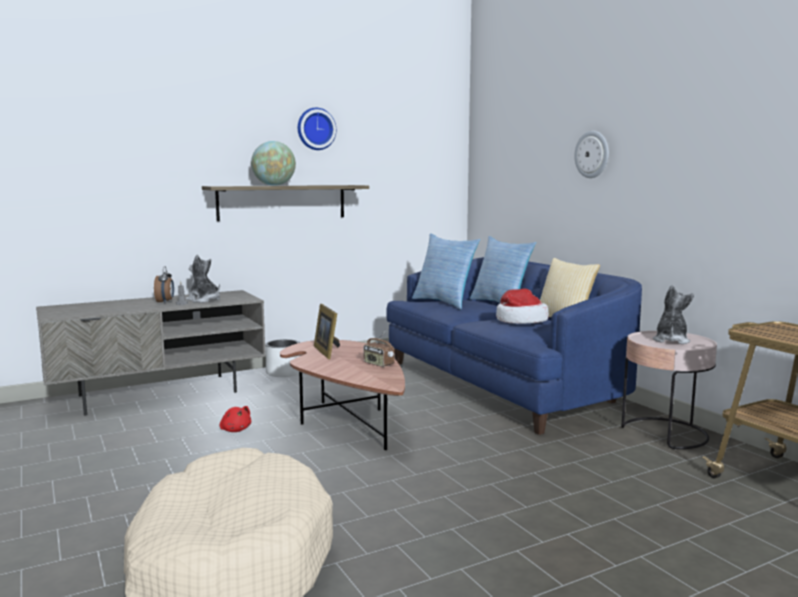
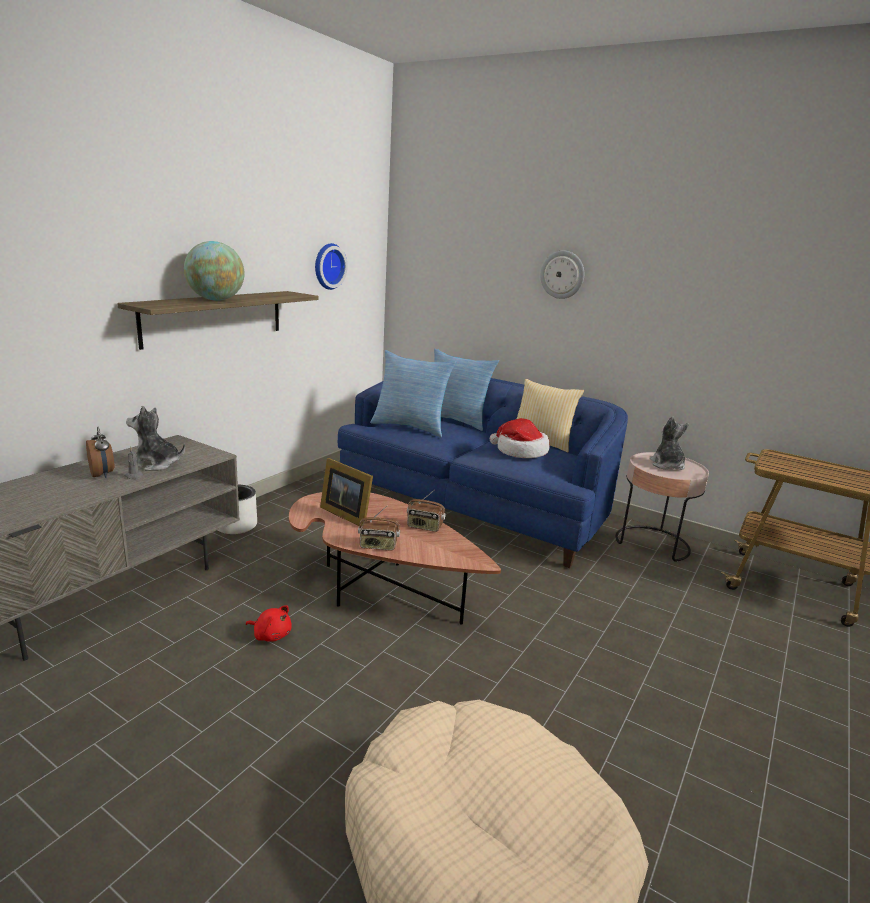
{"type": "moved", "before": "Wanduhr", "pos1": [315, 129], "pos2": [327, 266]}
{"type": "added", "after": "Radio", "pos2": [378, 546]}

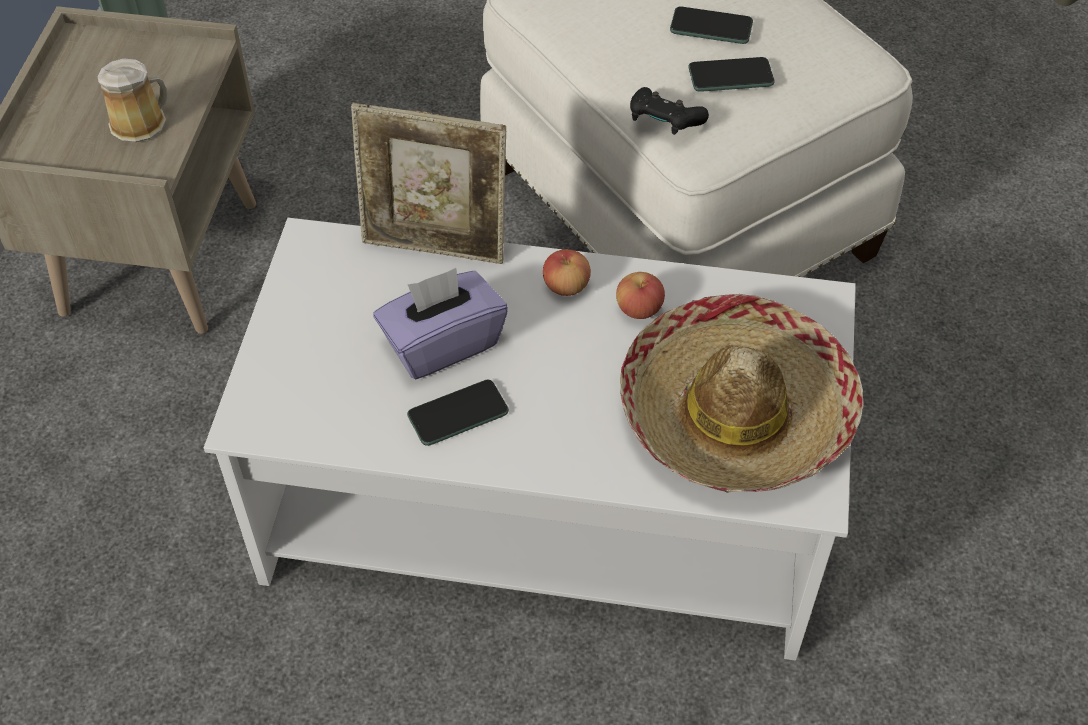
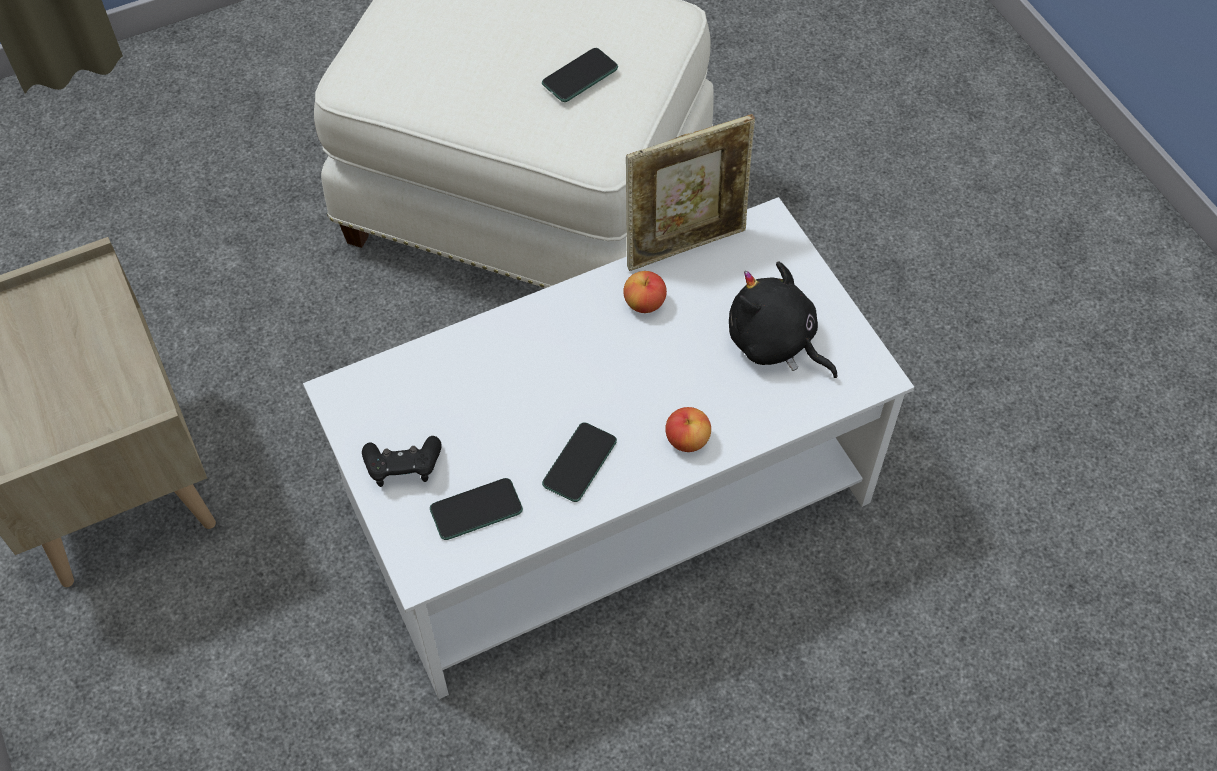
{"type": "moved", "before": "Gamepad/schwarz", "pos1": [664, 123], "pos2": [403, 468]}
{"type": "moved", "before": "Handy", "pos1": [711, 27], "pos2": [476, 510]}
{"type": "moved", "before": "Bilderrahmen", "pos1": [435, 247], "pos2": [685, 244]}
{"type": "moved", "before": "Apfel", "pos1": [566, 286], "pos2": [687, 440]}
{"type": "replaced", "before": "Hut", "after": "Plüschtier/schwarz", "pos1": [736, 412], "pos2": [775, 343]}
{"type": "removed", "before": "Henkelbecher", "pos1": [141, 122]}
{"type": "removed", "before": "Taschentuchbox/lila", "pos1": [442, 343]}

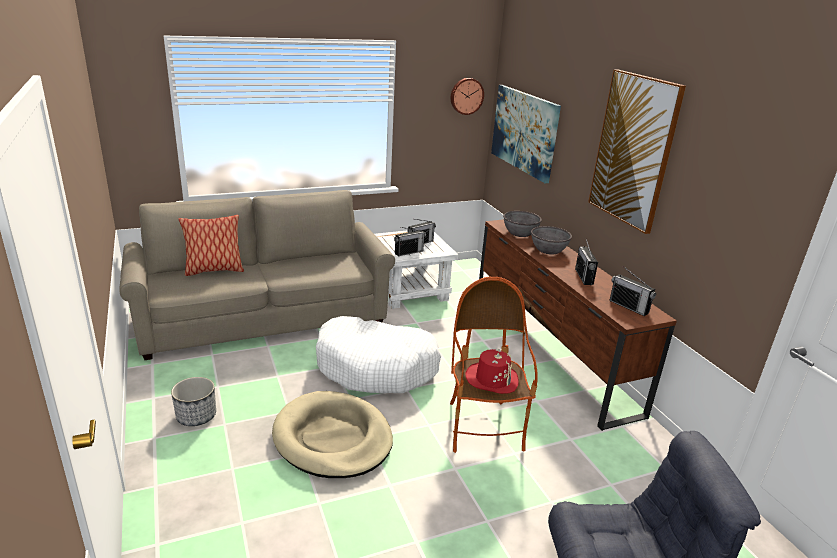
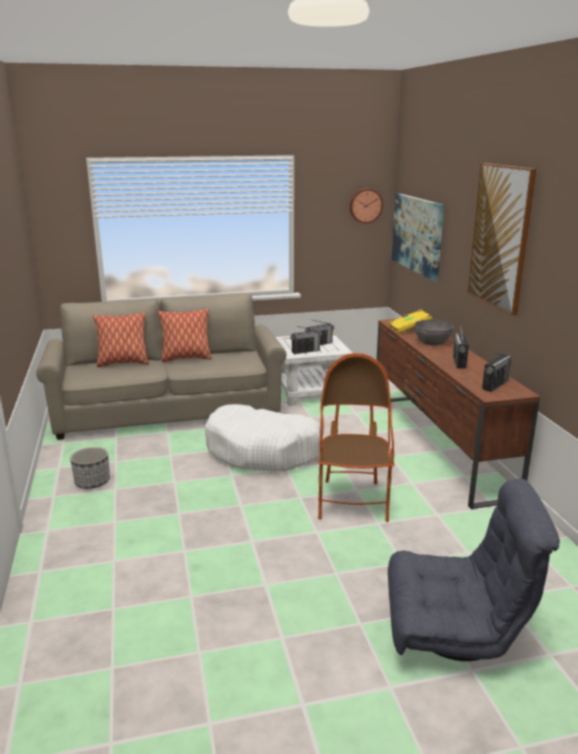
{"type": "added", "after": "Kissen", "pos2": [186, 358]}
{"type": "replaced", "before": "Schüssel/grau", "after": "Buch/gelb", "pos1": [520, 233], "pos2": [409, 329]}
{"type": "turned", "before": "Radio", "pos1": [629, 307], "pos2": [495, 385], "turn": -105}
{"type": "removed", "before": "Hundebett/beige", "pos1": [333, 438]}
{"type": "removed", "before": "Hut/rot", "pos1": [492, 379]}

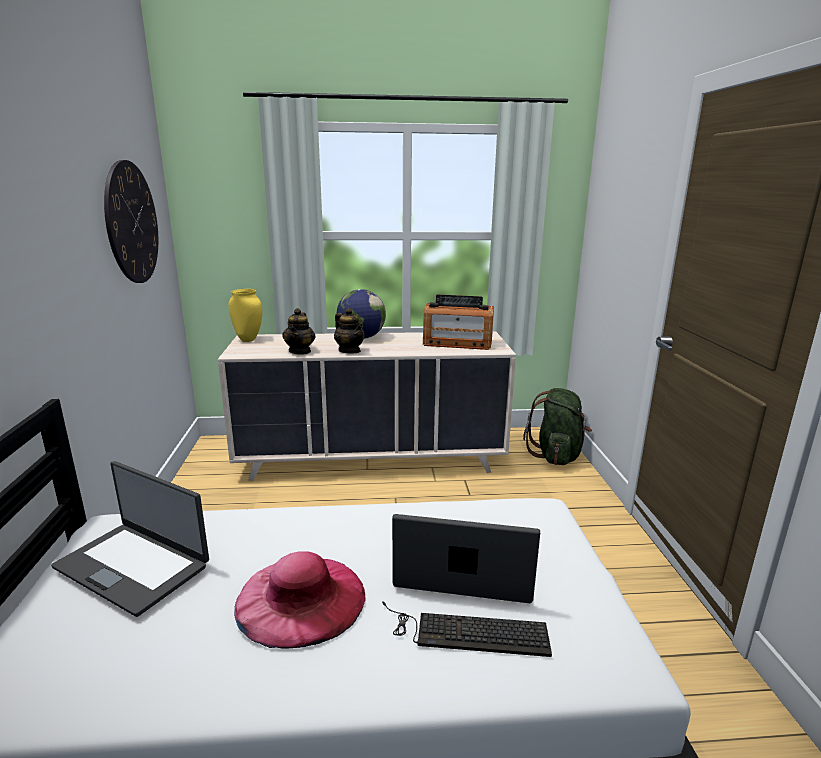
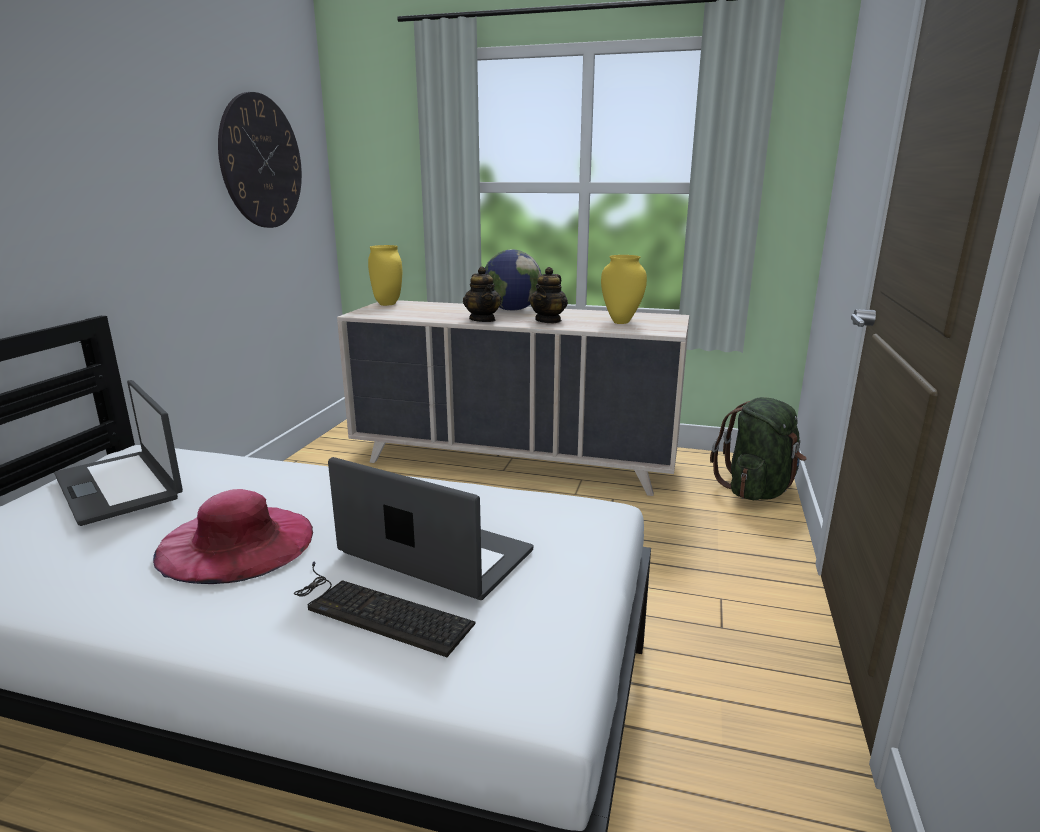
{"type": "moved", "before": "Teekanne", "pos1": [300, 351], "pos2": [548, 320]}
{"type": "replaced", "before": "Radio", "after": "Vase/gelb", "pos1": [457, 343], "pos2": [621, 322]}

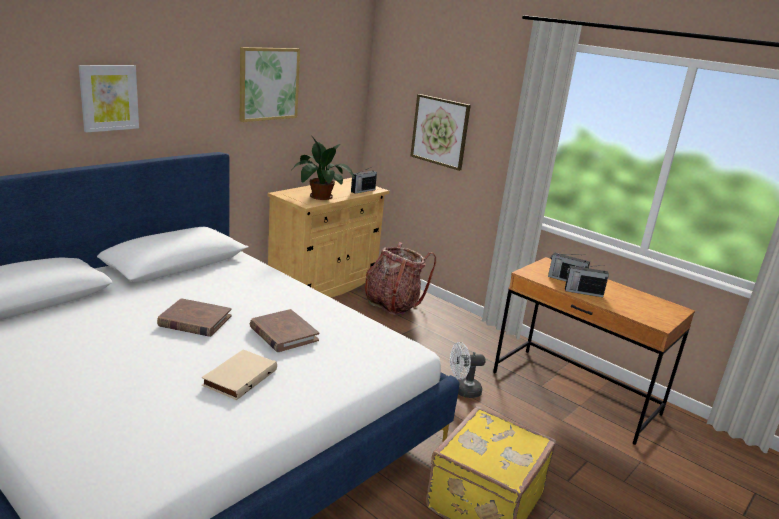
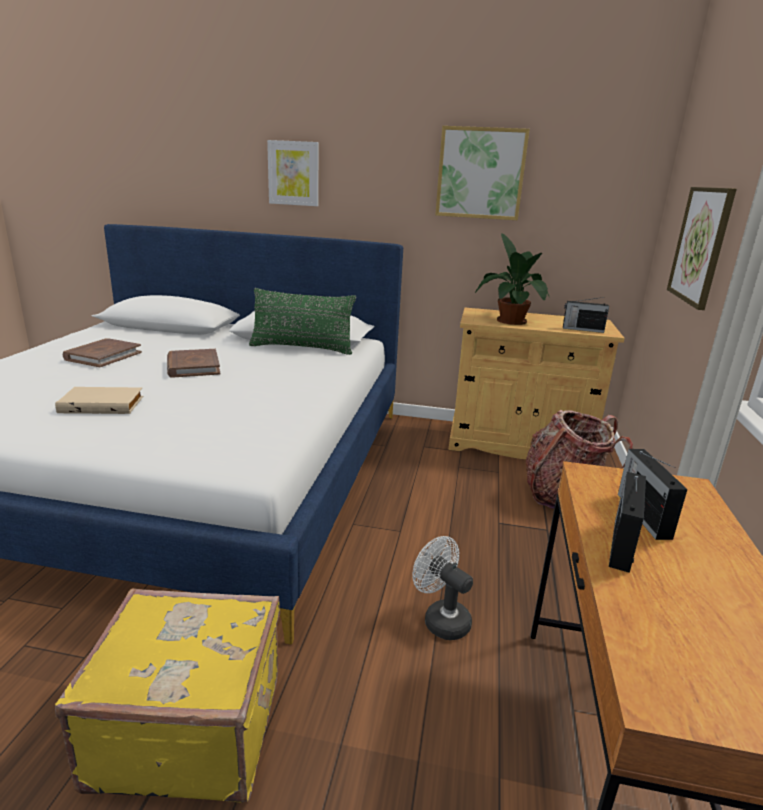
{"type": "moved", "before": "Buch/braun", "pos1": [283, 334], "pos2": [103, 356]}
{"type": "added", "after": "Kissen/grün", "pos2": [302, 348]}
{"type": "turned", "before": "Radio", "pos1": [582, 292], "pos2": [622, 543], "turn": 45}

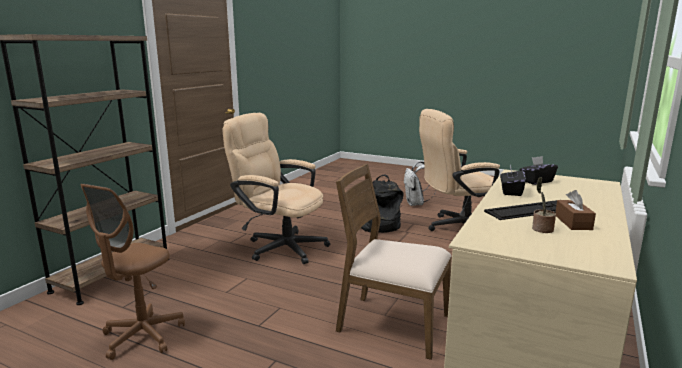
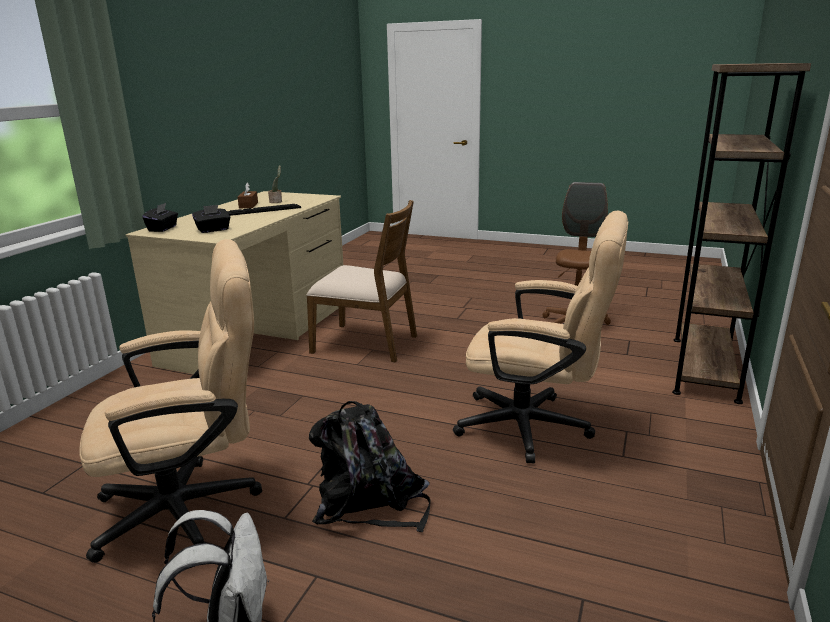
{"type": "moved", "before": "Taschentuchbox/schwarz", "pos1": [511, 191], "pos2": [163, 228]}

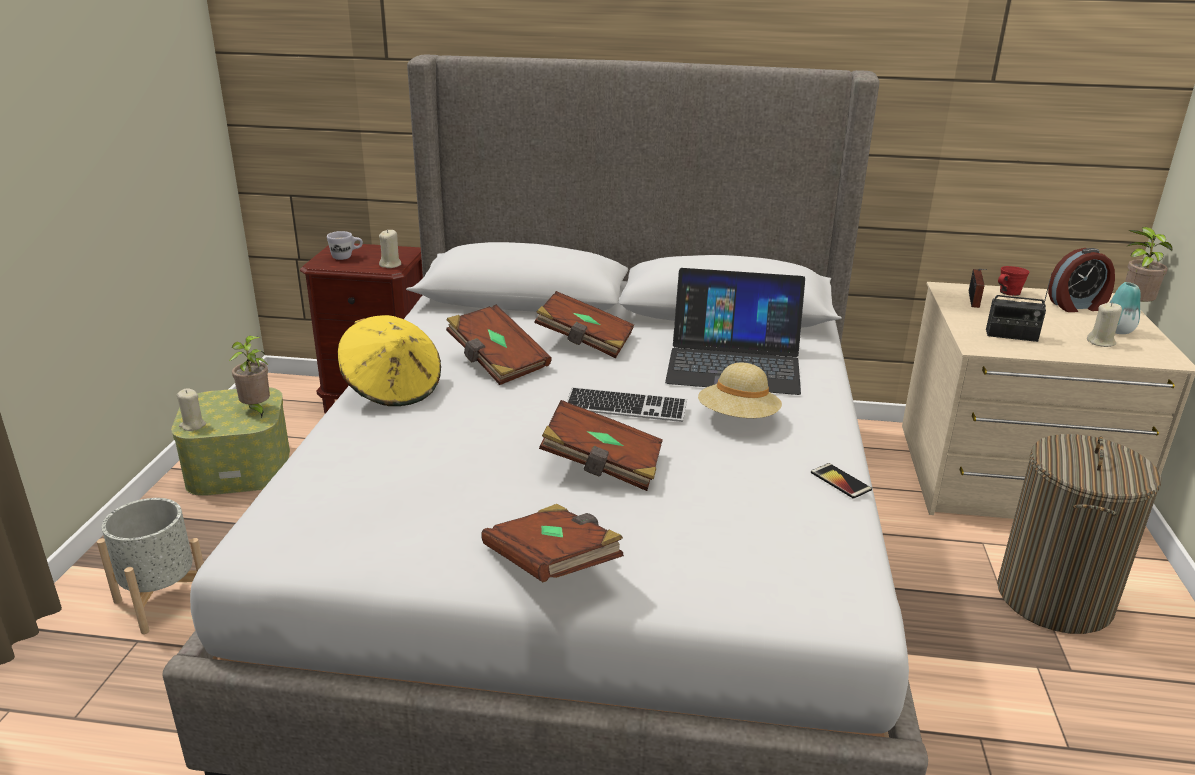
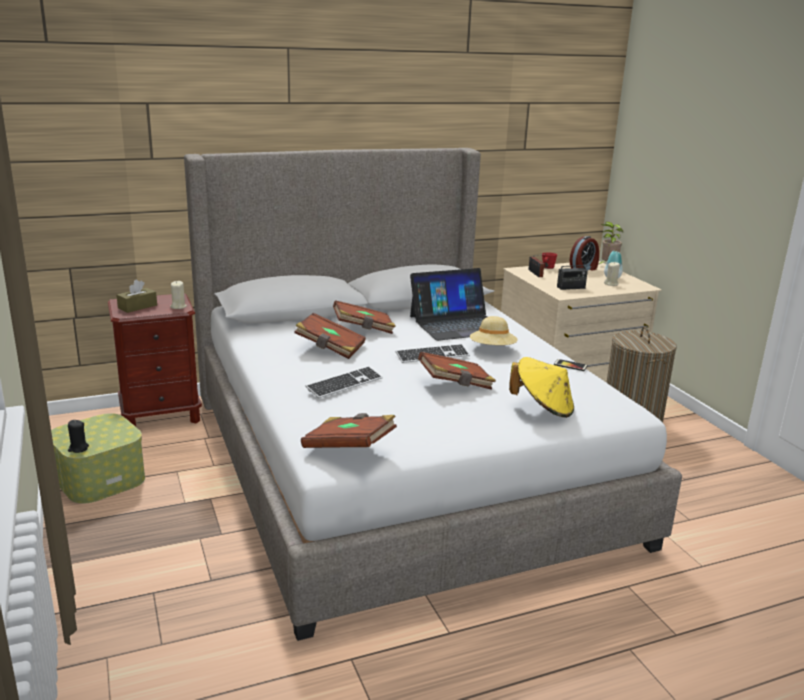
{"type": "recoloured", "before": "Kerze/beige", "after": "Kerze/schwarz", "pos1": [193, 425], "pos2": [78, 448]}
{"type": "replaced", "before": "Henkelbecher/weiß", "after": "Taschentuchbox/braun", "pos1": [346, 257], "pos2": [137, 307]}
{"type": "moved", "before": "Buch/braun", "pos1": [553, 565], "pos2": [349, 447]}
{"type": "added", "after": "Tastatur", "pos2": [344, 384]}
{"type": "moved", "before": "Hut/gelb", "pos1": [393, 389], "pos2": [542, 408]}
{"type": "removed", "before": "Pflanzkübel/grau", "pos1": [162, 601]}
{"type": "removed", "before": "Topfpflanze", "pos1": [256, 410]}

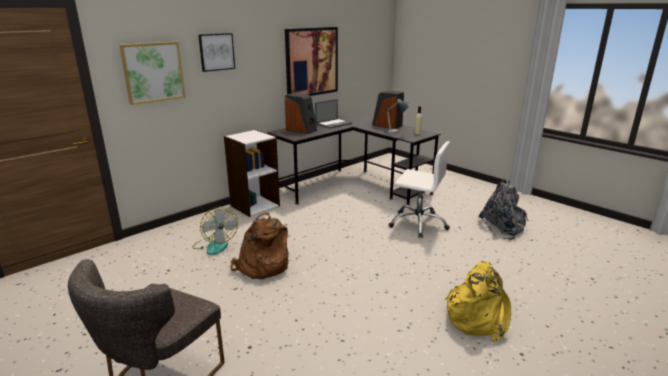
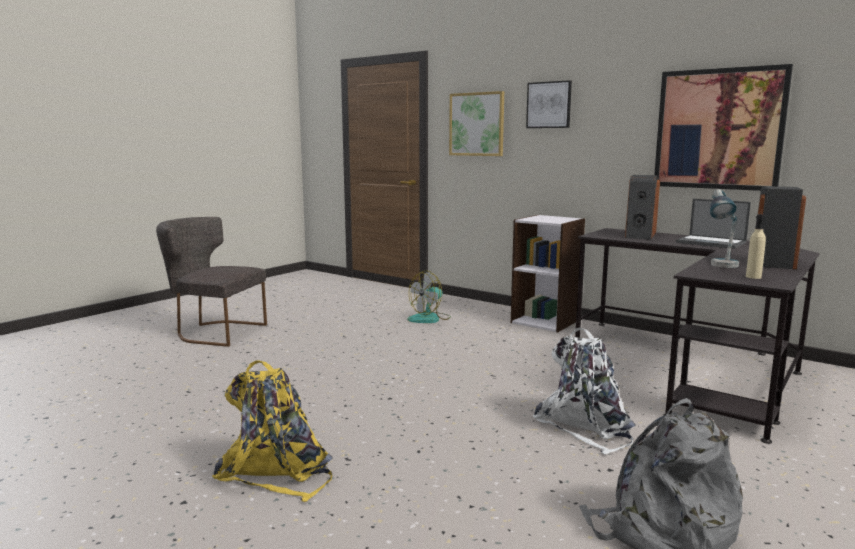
{"type": "replaced", "before": "Bürostuhl/weiß", "after": "Rucksack/weiß", "pos1": [418, 224], "pos2": [587, 426]}
{"type": "removed", "before": "Rucksack/braun", "pos1": [261, 266]}

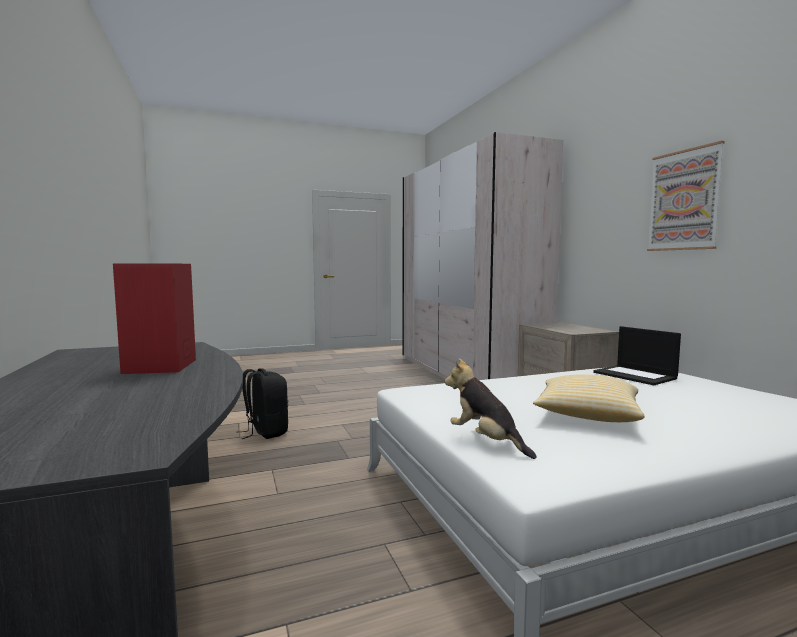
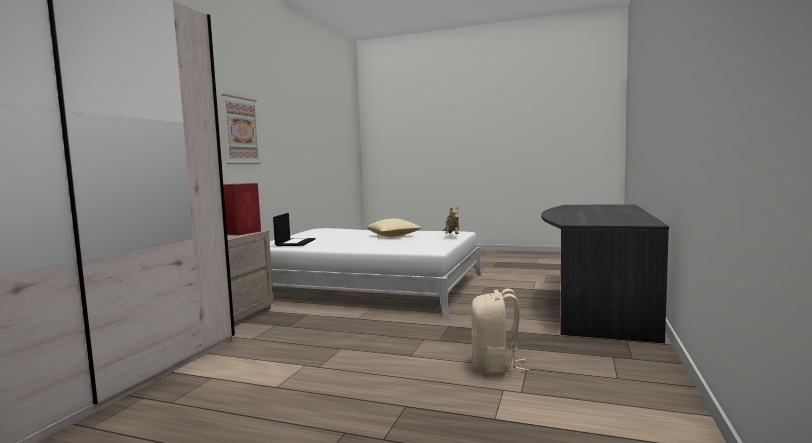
{"type": "moved", "before": "Lautsprecher/rot", "pos1": [160, 367], "pos2": [242, 232]}
{"type": "recoloured", "before": "Rucksack/schwarz", "after": "Rucksack/beige", "pos1": [265, 432], "pos2": [495, 366]}

